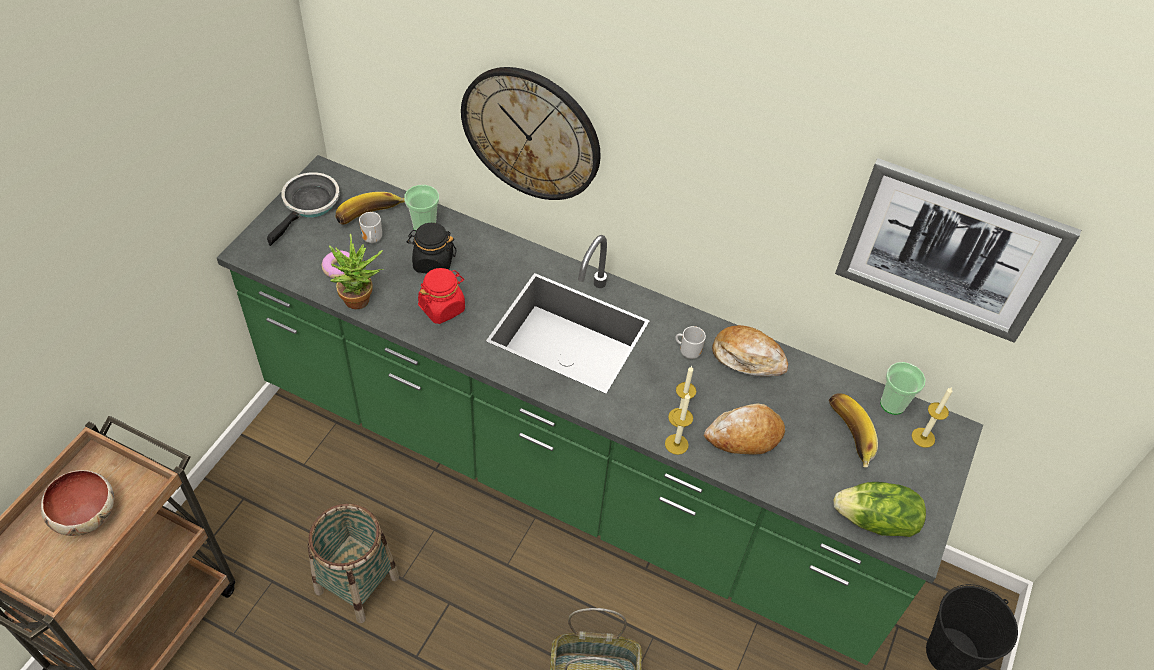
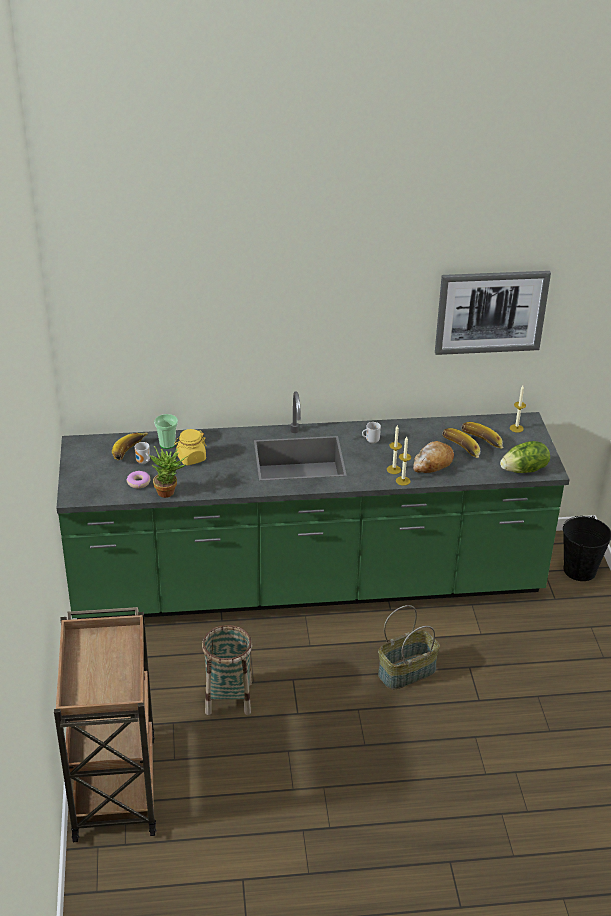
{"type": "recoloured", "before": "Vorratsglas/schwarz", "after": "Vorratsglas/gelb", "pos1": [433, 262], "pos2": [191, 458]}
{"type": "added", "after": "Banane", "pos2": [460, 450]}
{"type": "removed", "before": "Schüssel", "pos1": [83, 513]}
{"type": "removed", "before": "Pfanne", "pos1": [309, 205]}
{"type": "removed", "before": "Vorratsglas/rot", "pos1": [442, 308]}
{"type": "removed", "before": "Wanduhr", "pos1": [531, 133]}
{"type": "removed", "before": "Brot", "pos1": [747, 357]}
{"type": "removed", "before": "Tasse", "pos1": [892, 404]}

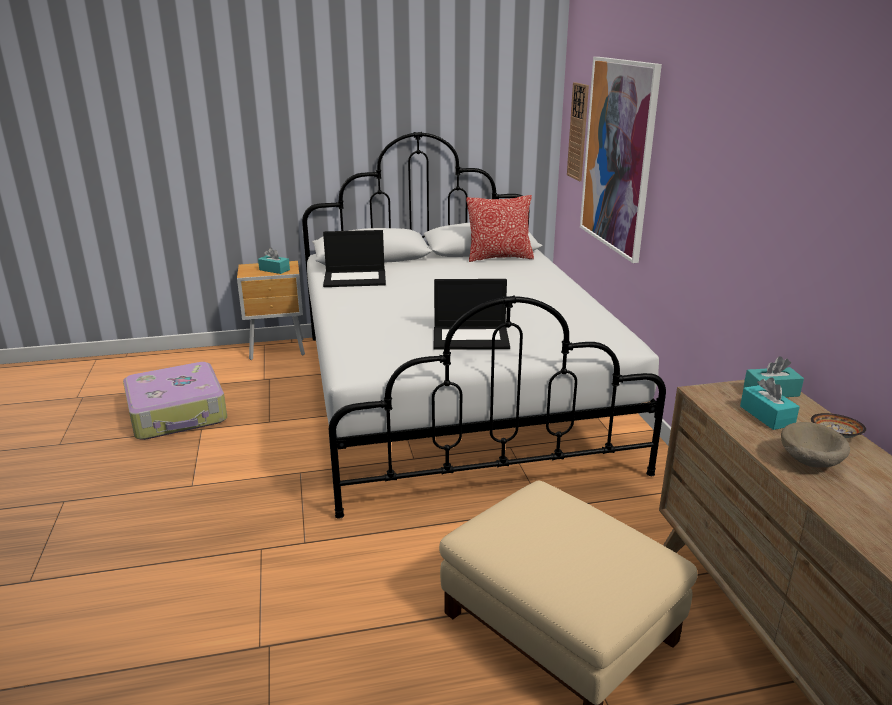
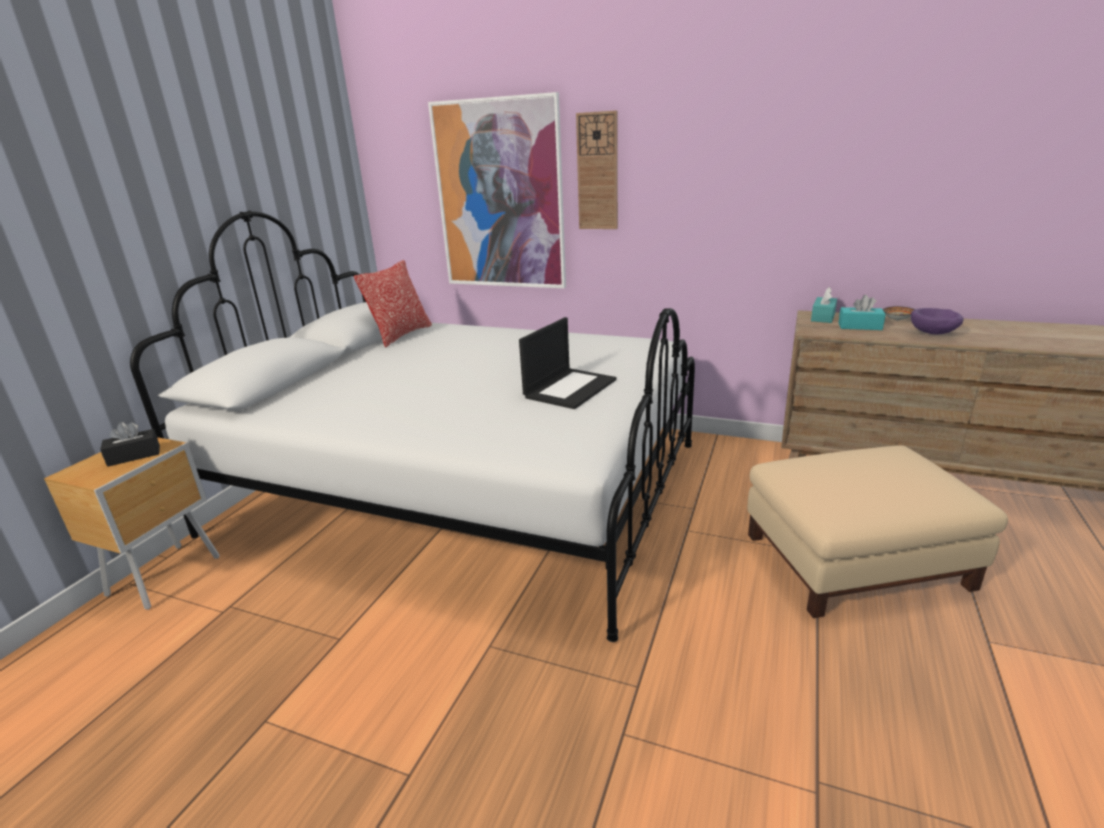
{"type": "recoloured", "before": "Taschentuchbox/türkis", "after": "Taschentuchbox/schwarz", "pos1": [274, 270], "pos2": [134, 455]}
{"type": "moved", "before": "Wanduhr", "pos1": [578, 132], "pos2": [597, 172]}
{"type": "recoloured", "before": "Schüssel/beige", "after": "Schüssel/lila", "pos1": [808, 462], "pos2": [933, 334]}
{"type": "removed", "before": "Koffer", "pos1": [178, 413]}
{"type": "removed", "before": "Laptop", "pos1": [355, 278]}

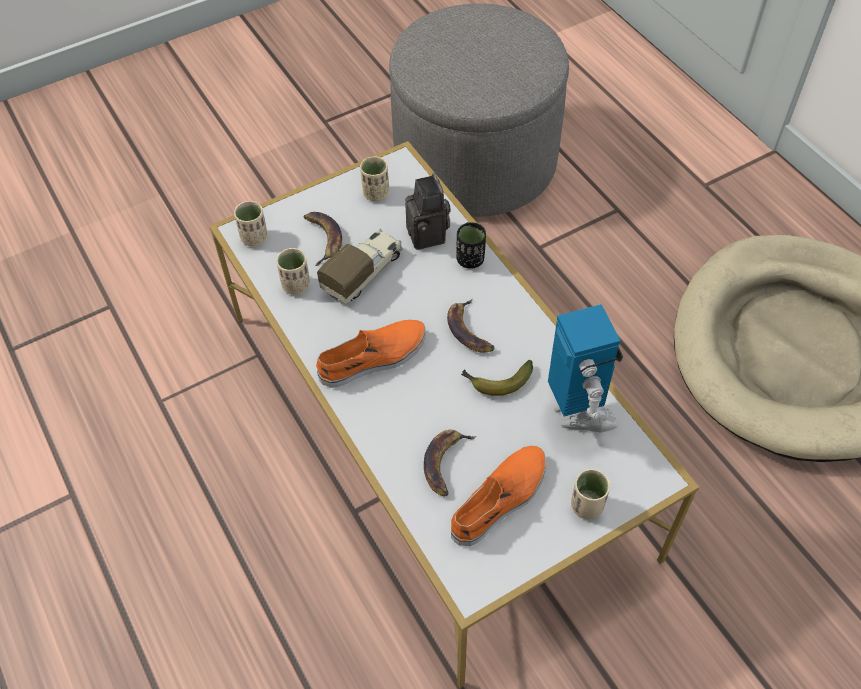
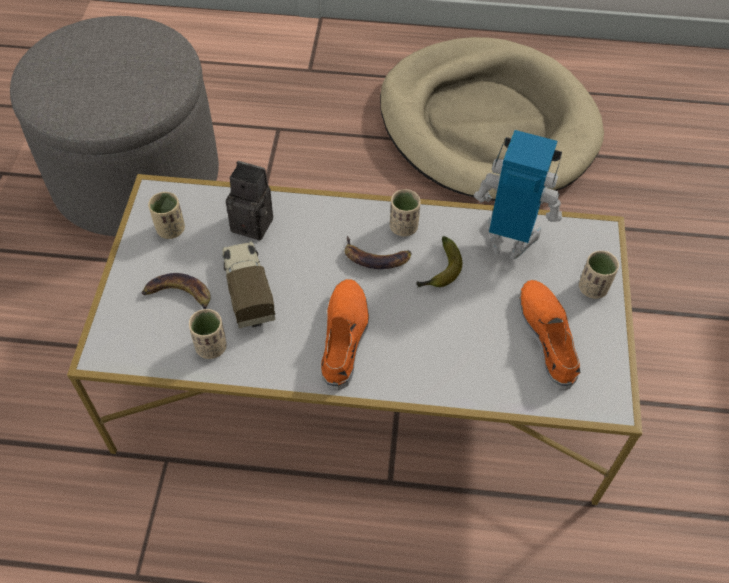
{"type": "moved", "before": "Tasse/beige", "pos1": [254, 238], "pos2": [403, 227]}
{"type": "removed", "before": "Banane", "pos1": [446, 463]}
{"type": "removed", "before": "Tasse/schwarz", "pos1": [470, 260]}

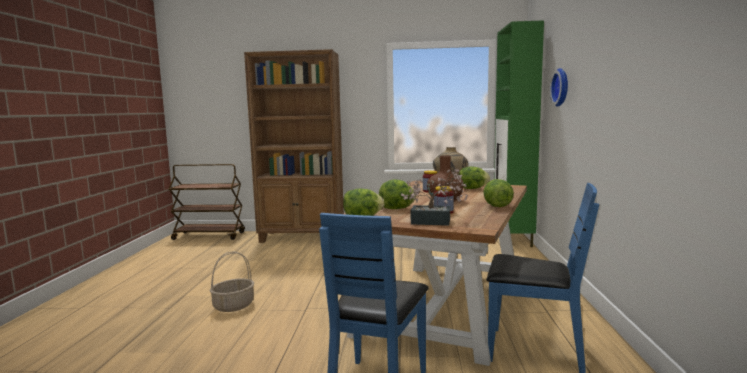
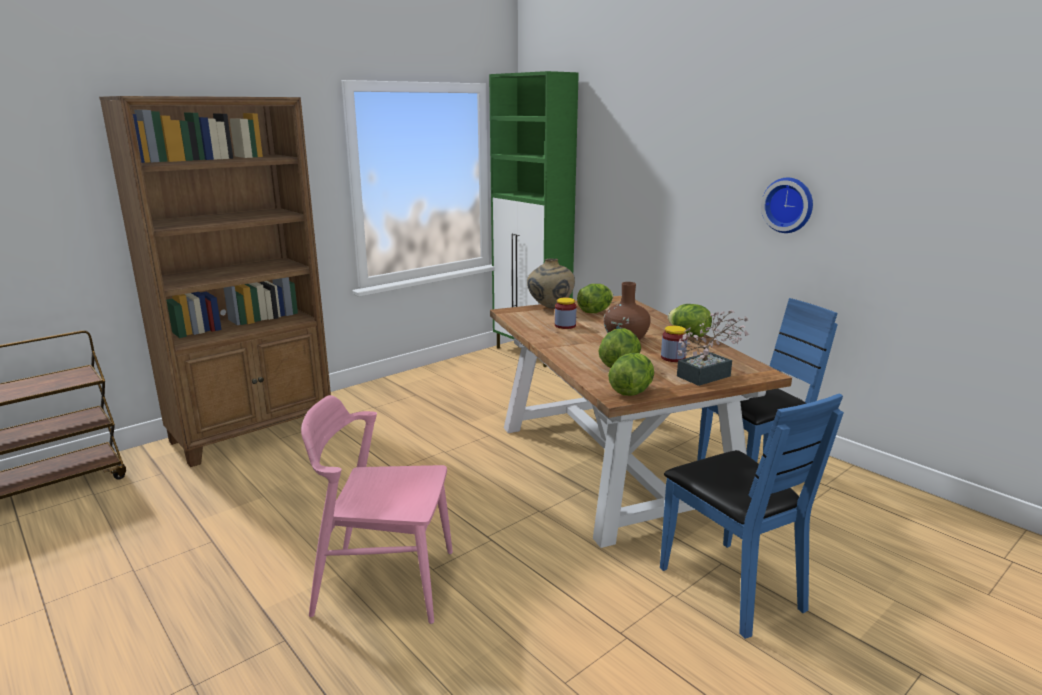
{"type": "replaced", "before": "Korb", "after": "Stuhl/rosa", "pos1": [234, 305], "pos2": [384, 582]}
{"type": "moved", "before": "Wanduhr", "pos1": [562, 87], "pos2": [788, 205]}

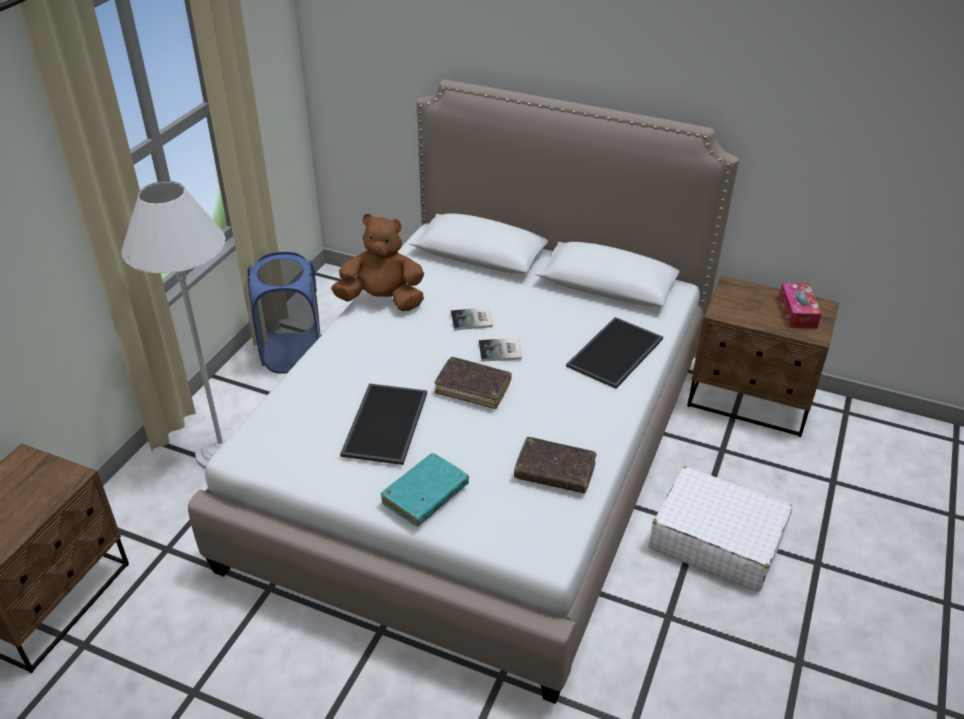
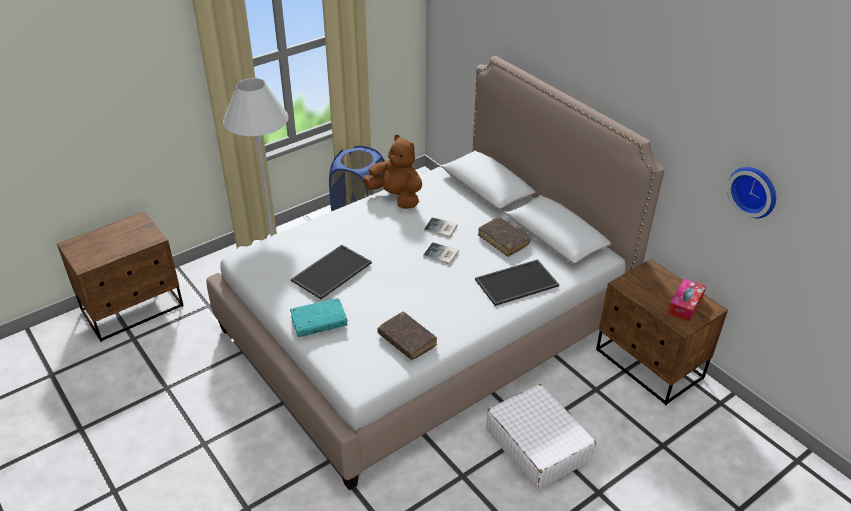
{"type": "moved", "before": "Buch/braun", "pos1": [473, 388], "pos2": [503, 240]}
{"type": "added", "after": "Wanduhr", "pos2": [754, 191]}

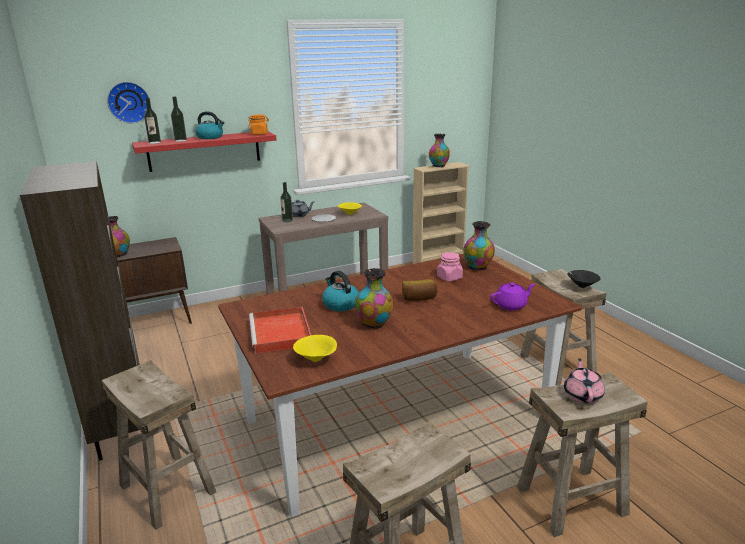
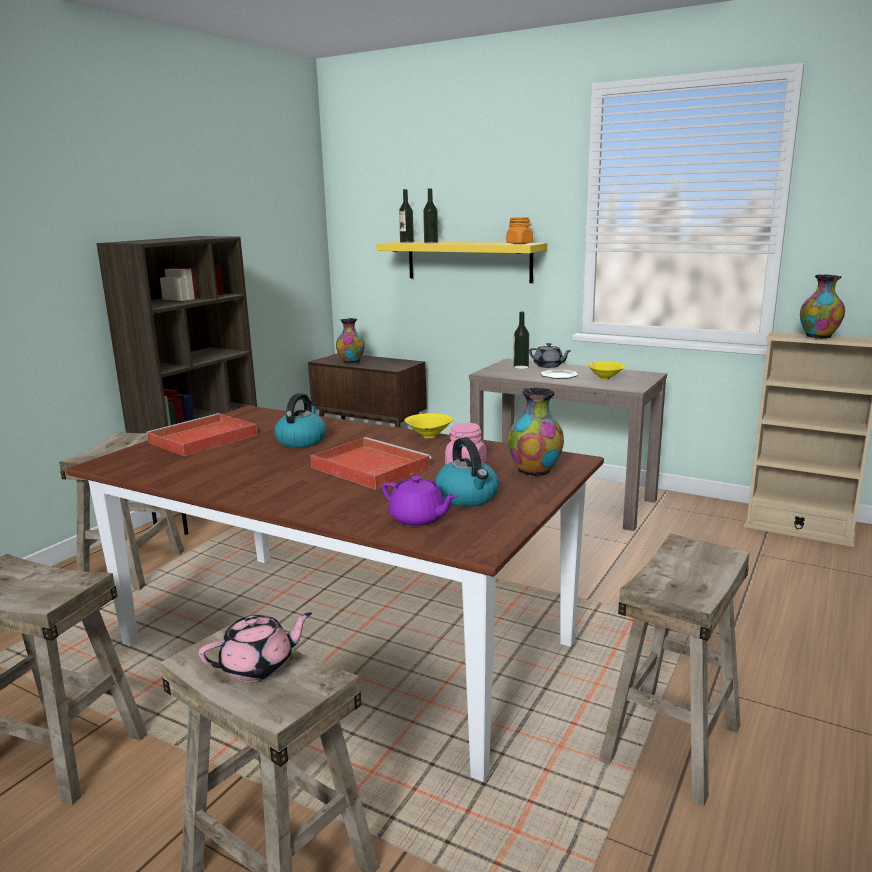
{"type": "replaced", "before": "Brot", "after": "Tablett/rot", "pos1": [419, 298], "pos2": [368, 467]}
{"type": "recoloured", "before": "Wandregal/rot", "after": "Wandregal/gelb", "pos1": [204, 151], "pos2": [468, 261]}
{"type": "moved", "before": "Schüssel/gelb", "pos1": [316, 359], "pos2": [429, 437]}
{"type": "moved", "before": "Wasserkessel", "pos1": [210, 137], "pos2": [467, 497]}
{"type": "removed", "before": "Wanduhr", "pos1": [129, 102]}
{"type": "removed", "before": "Vase", "pos1": [374, 324]}
{"type": "removed", "before": "Schüssel/schwarz", "pos1": [581, 286]}

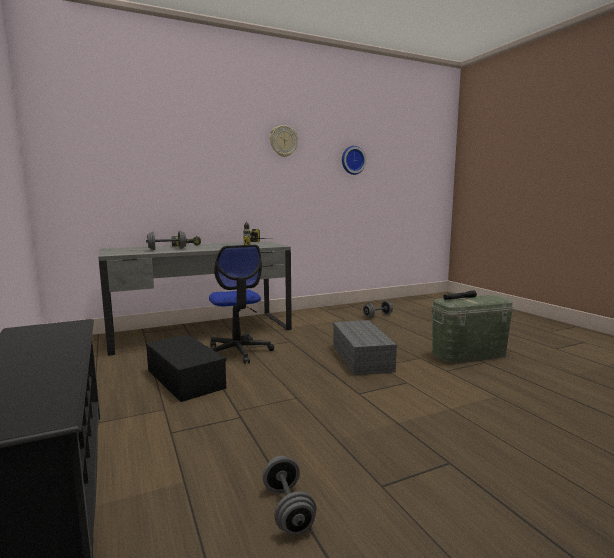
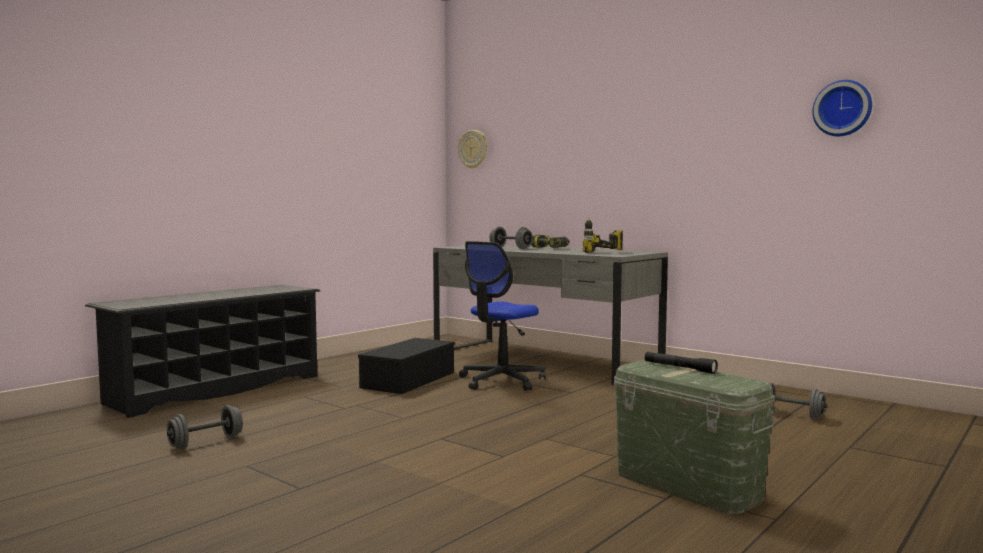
{"type": "moved", "before": "Wanduhr", "pos1": [283, 141], "pos2": [473, 149]}
{"type": "removed", "before": "Aufbewahrungsbox/grau", "pos1": [363, 358]}

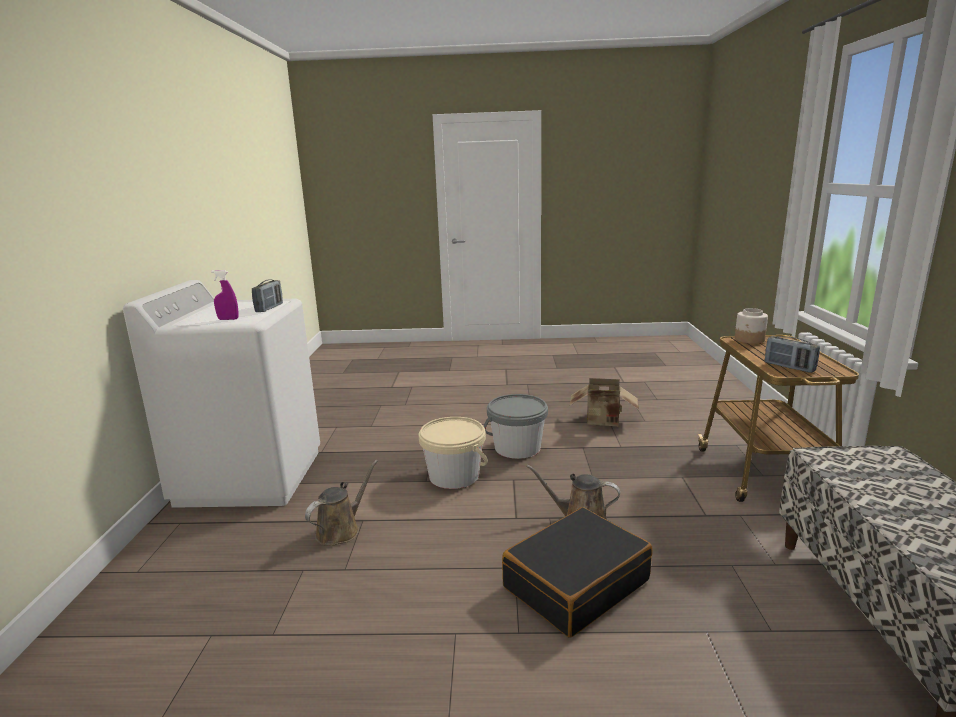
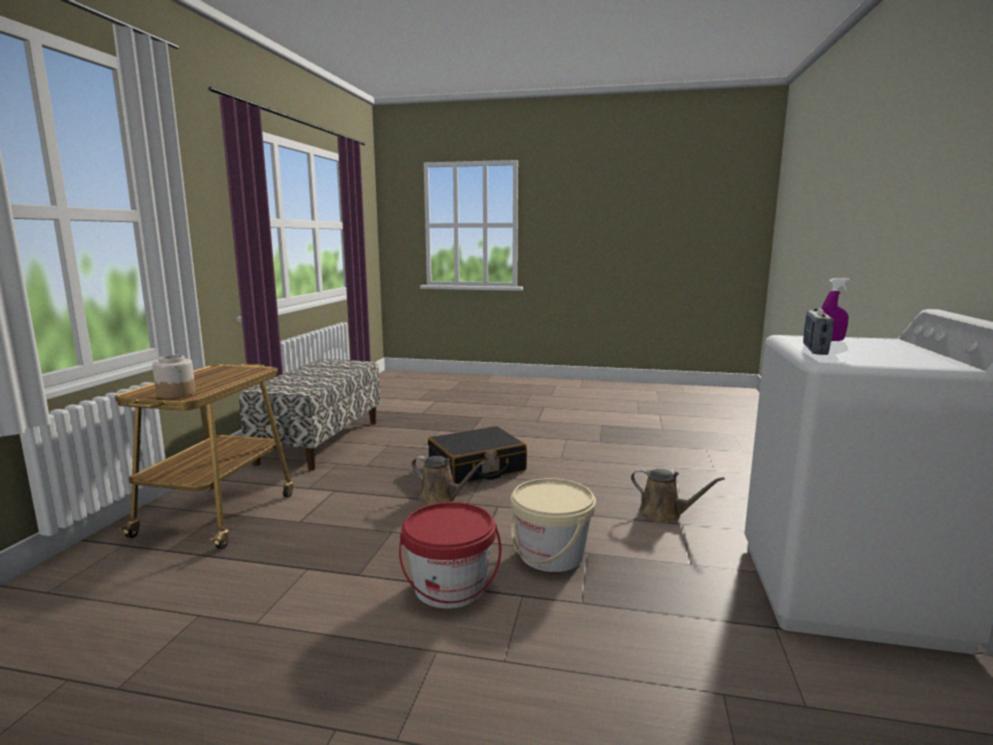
{"type": "recoloured", "before": "Eimer/grau", "after": "Eimer/rot", "pos1": [517, 448], "pos2": [450, 587]}
{"type": "turned", "before": "Gießkanne/braun", "pos1": [341, 530], "pos2": [664, 514], "turn": -105}
{"type": "removed", "before": "Karton", "pos1": [603, 422]}
{"type": "removed", "before": "Radio", "pos1": [789, 367]}

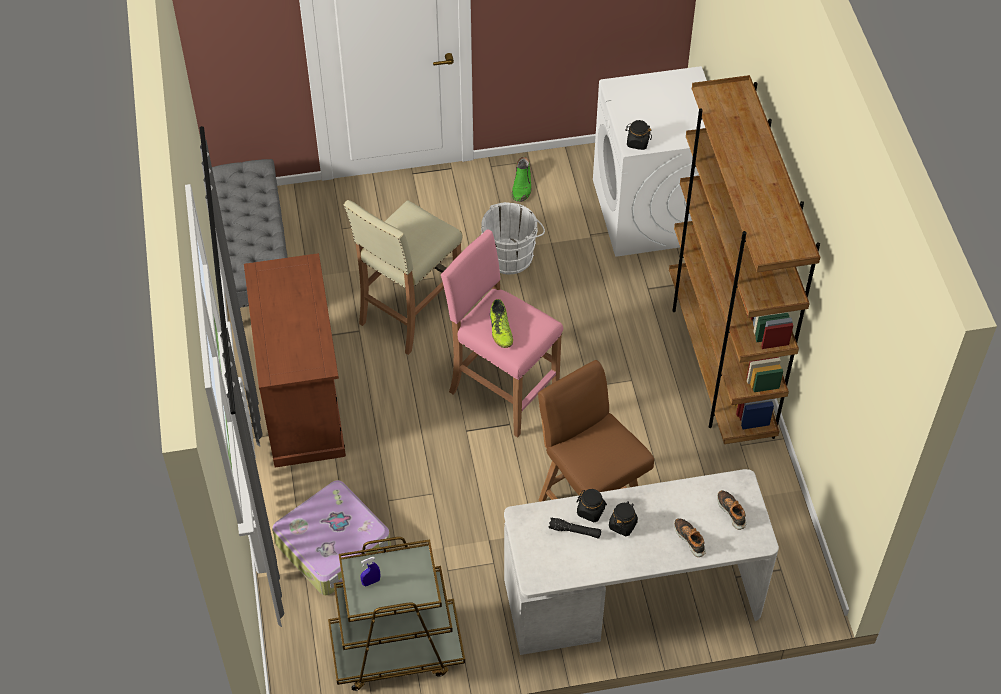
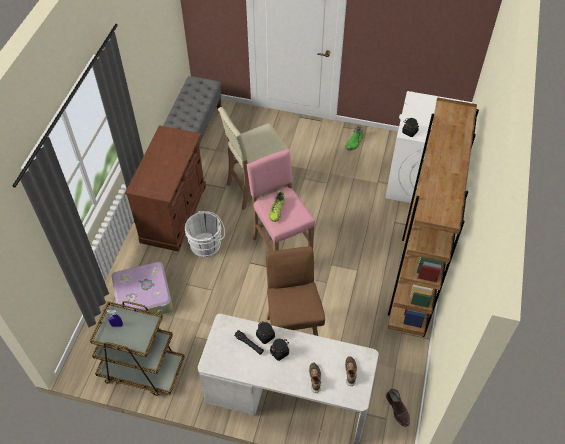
{"type": "moved", "before": "Eimer/weiß", "pos1": [511, 255], "pos2": [207, 244]}
{"type": "added", "after": "Stiefel/braun", "pos2": [398, 409]}

